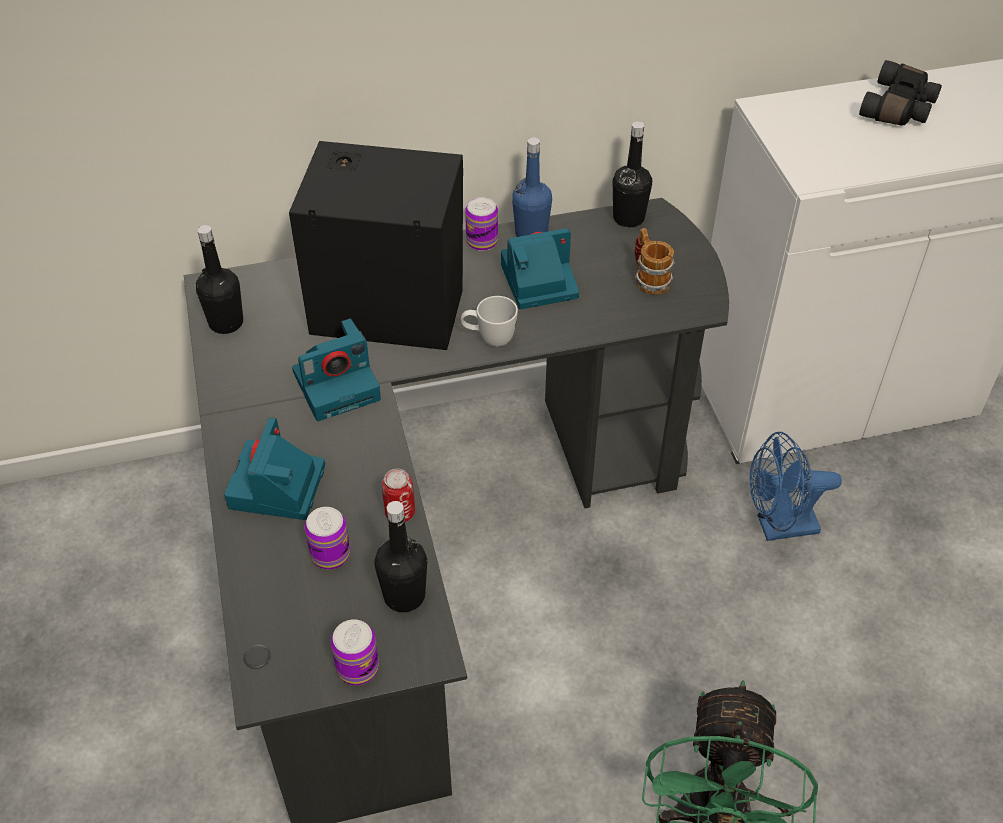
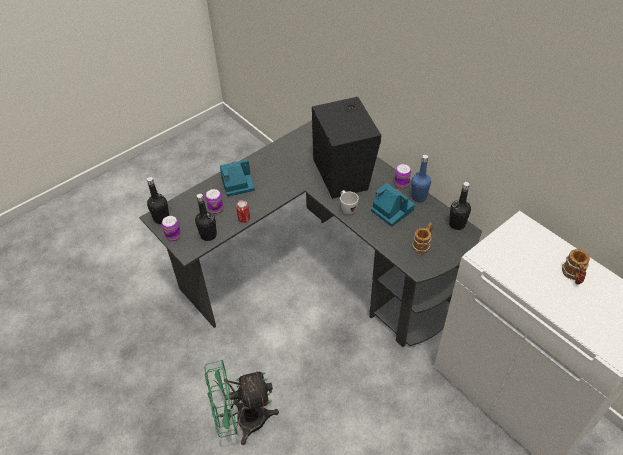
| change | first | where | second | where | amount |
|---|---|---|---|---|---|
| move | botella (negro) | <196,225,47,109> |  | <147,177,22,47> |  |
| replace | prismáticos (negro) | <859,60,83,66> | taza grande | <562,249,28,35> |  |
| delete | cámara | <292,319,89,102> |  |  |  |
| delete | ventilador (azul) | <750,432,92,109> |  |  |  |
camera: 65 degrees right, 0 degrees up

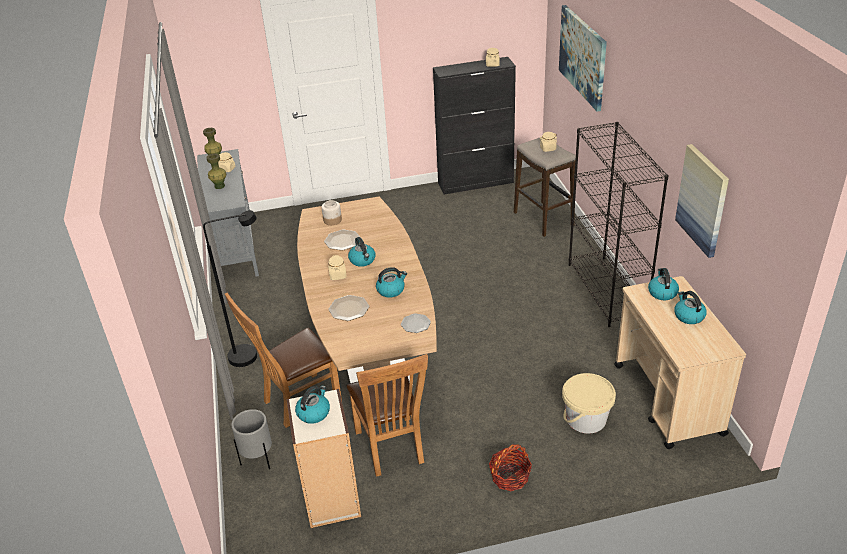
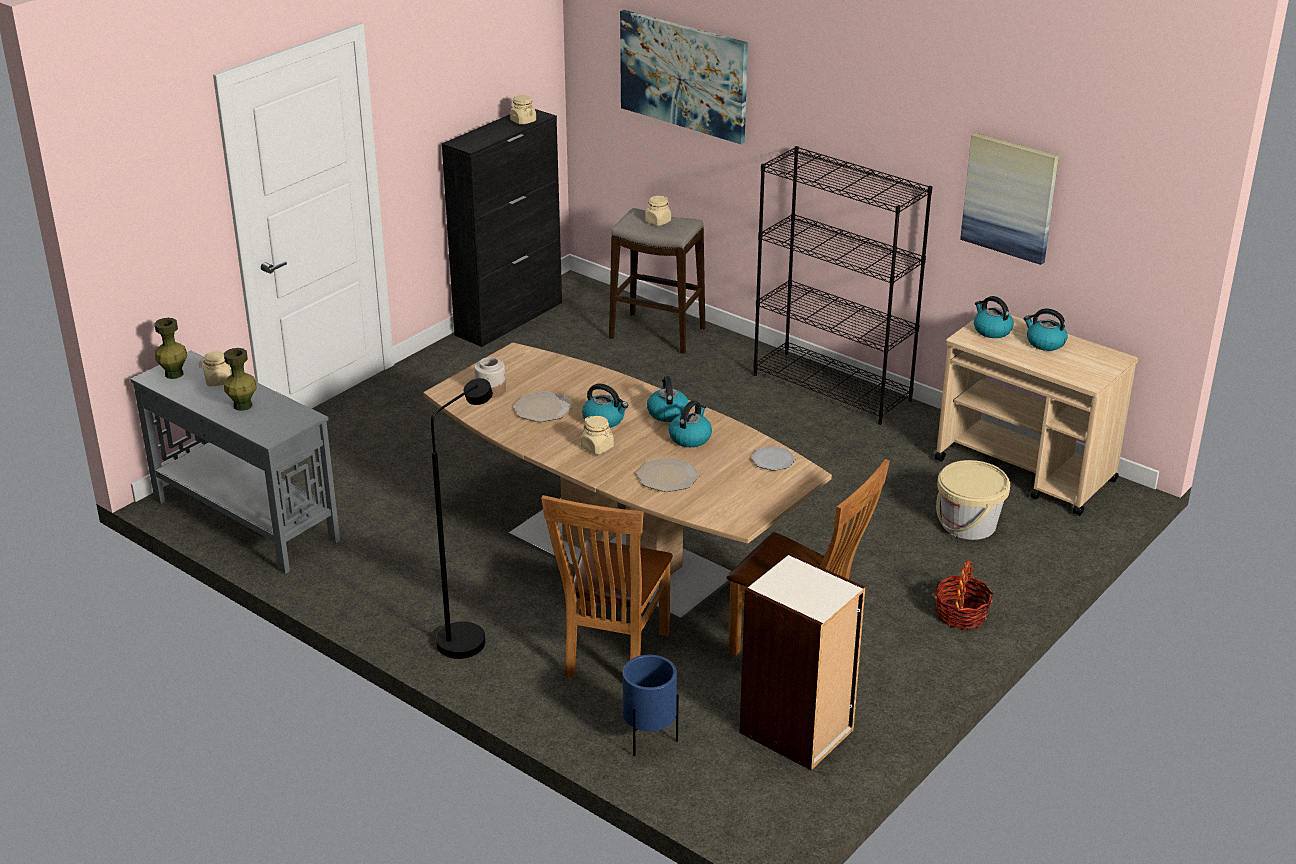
| change | first | where | second | where | amount |
|---|---|---|---|---|---|
| recolor | maceta (gris) | <231,409,41,60> | maceta (azul) | <622,655,57,101> |  |
| move | hervidor | <295,386,35,38> |  | <647,376,42,46> |  |
camera: 40 degrees left, 5 degrees down

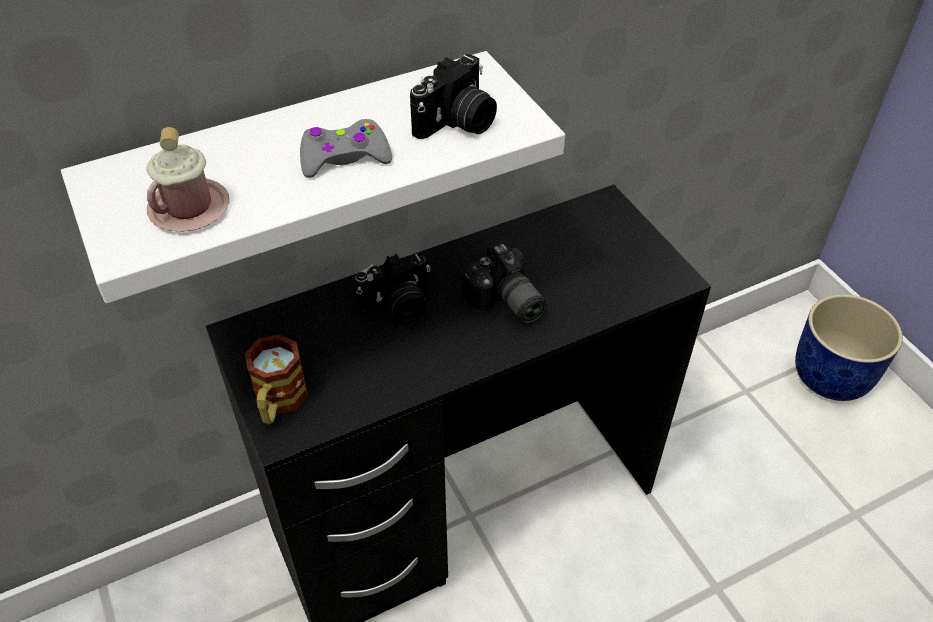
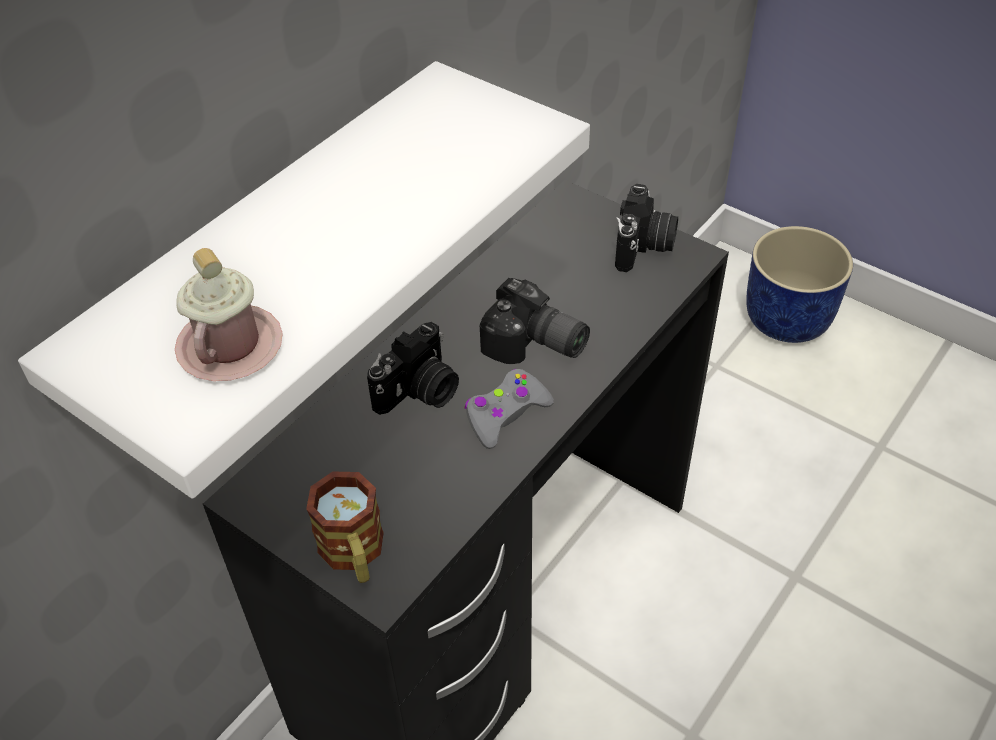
| change | first | where | second | where | amount |
|---|---|---|---|---|---|
| move | mando de consola (gris) | <300,119,92,59> |  | <465,369,89,80> |  |
| move | cámara | <410,54,87,85> |  | <615,184,63,88> |  |
camera: 25 degrees left, 0 degrees up

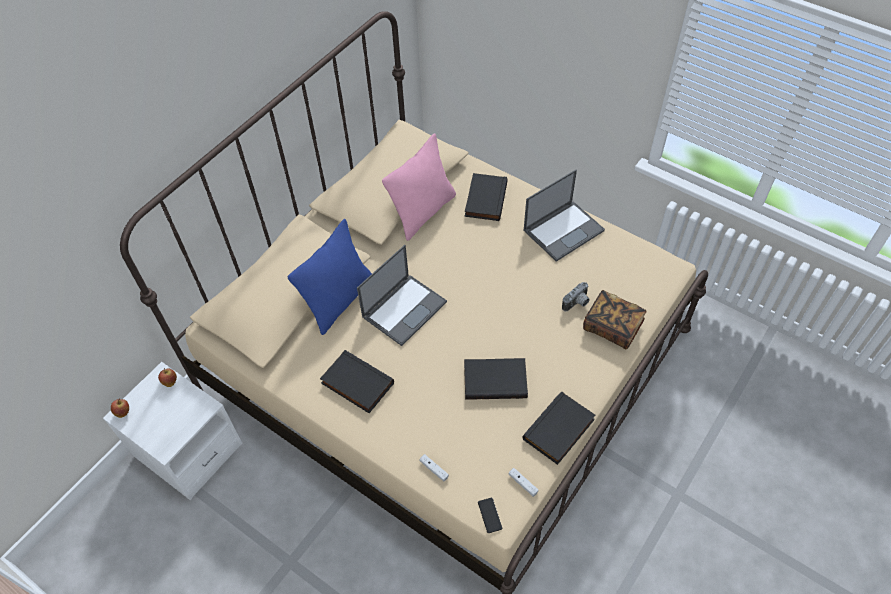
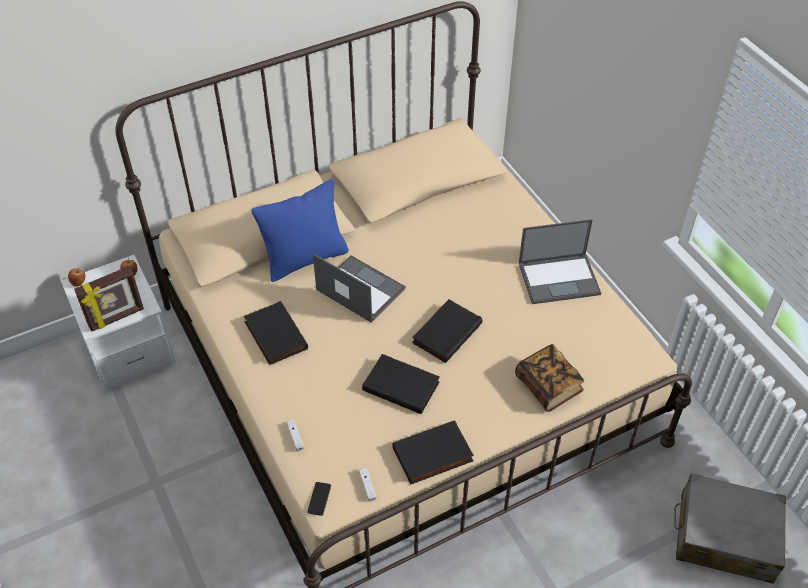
| change | first | where | second | where | amount |
|---|---|---|---|---|---|
| insert |  |  | portarretratos | <74,266,70,66> |  |
| rotate | portátil | <357,245,90,101> |  | <313,253,93,70> | 120 degrees counterclockwise |
| move | libro (negro) | <465,173,43,48> |  | <412,299,71,64> |  |
| insert |  |  | maleta (gris) | <674,473,112,111> |  |
| delete | cojín (rosa) | <382,133,74,108> |  |  |  |
| delete | cámara | <562,282,28,29> |  |  |  |
camera: 25 degrees right, 5 degrees down

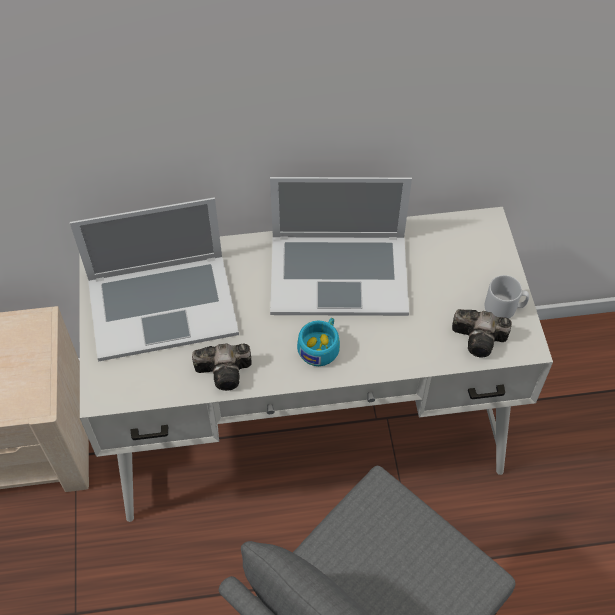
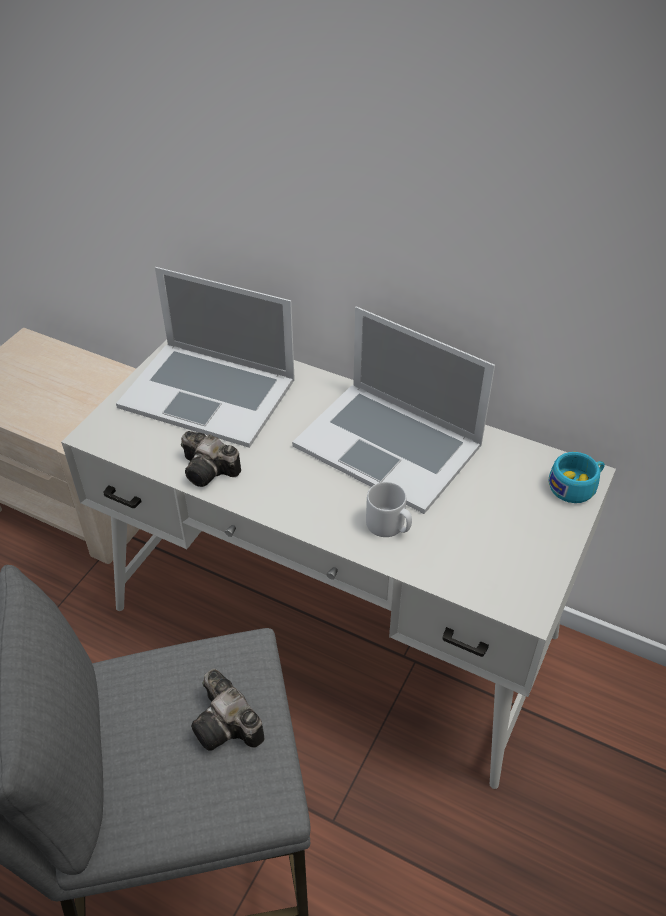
| change | first | where | second | where | amount |
|---|---|---|---|---|---|
| move | cámara | <452,309,60,48> |  | <191,668,73,83> |  |
| move | taza grande (gris) | <485,275,44,44> |  | <366,482,46,55> |  |
| move | taza (turquesa) | <297,318,43,48> |  | <549,452,56,51> |  |
camera: 35 degrees right, 10 degrees down

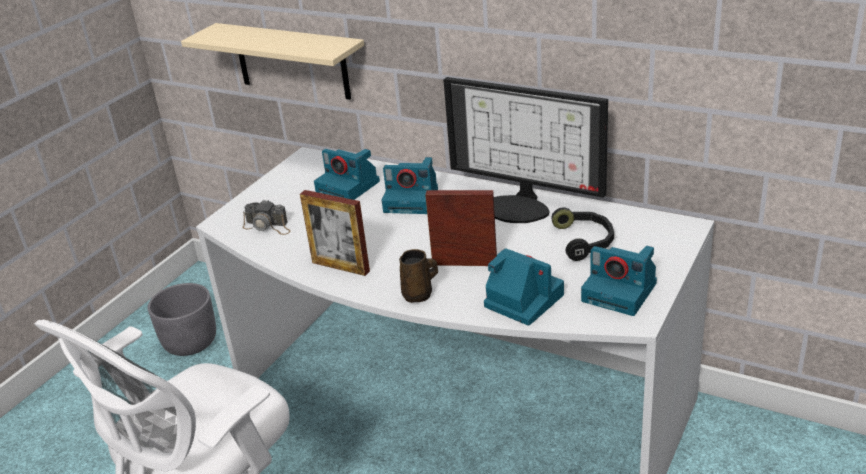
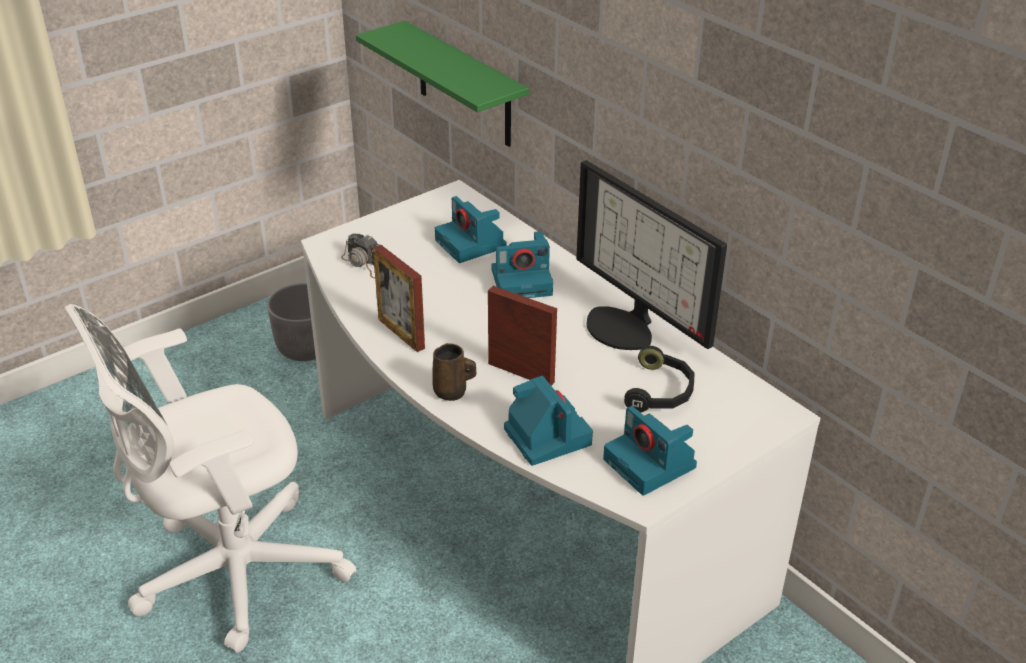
| change | first | where | second | where | amount |
|---|---|---|---|---|---|
| recolor | estante (beis) | <181,23,183,77> | estante (verde) | <356,21,173,126> |  |
| rotate | cámara | <382,157,56,57> |  | <491,231,62,67> | 45 degrees counterclockwise |
camera: 20 degrees right, 5 degrees up

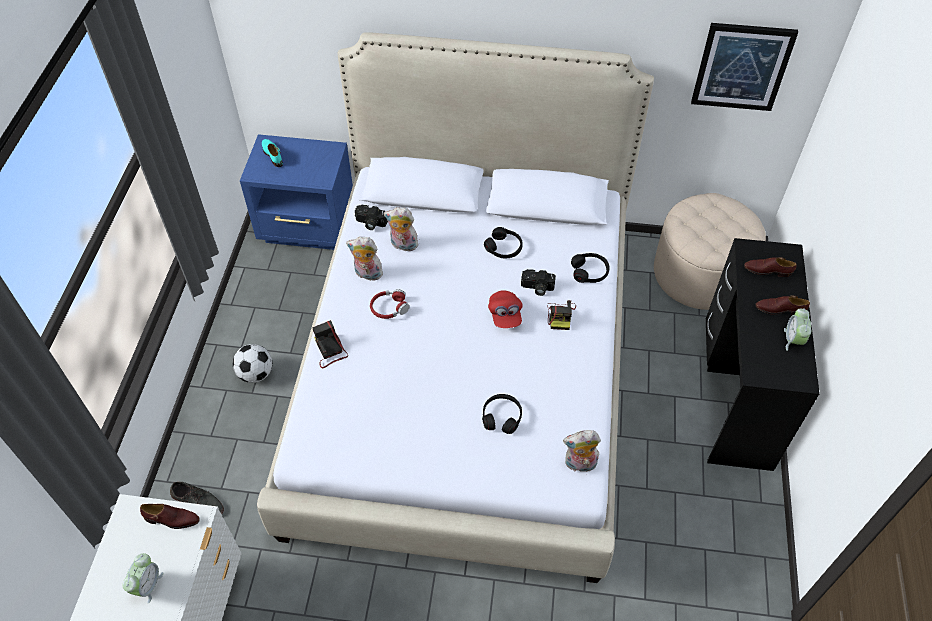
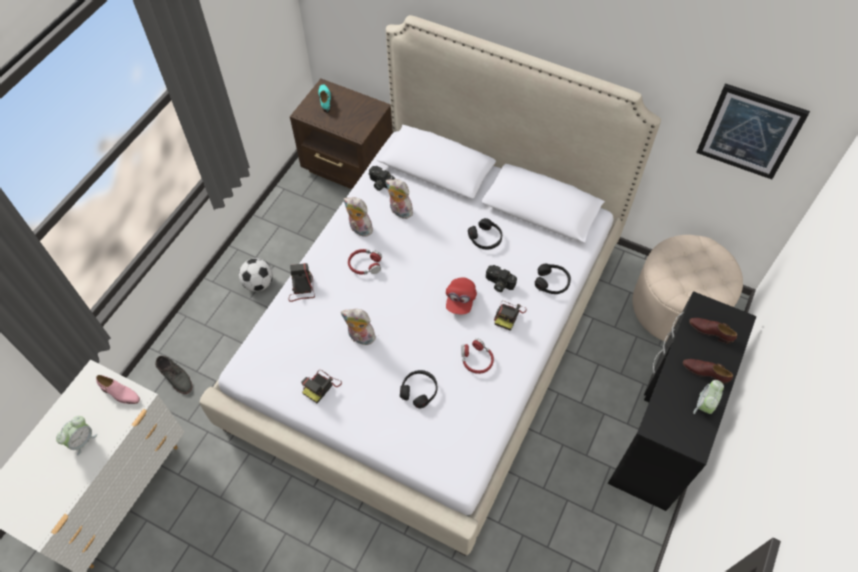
| change | first | where | second | where | amount |
|---|---|---|---|---|---|
| recolor | zapato (marrón) | <140,504,60,25> | zapato (rosa) | <96,375,44,29> |  |
| recolor | mesita de noche (azul) | <240,134,113,116> | mesita de noche (marrón) | <290,79,103,110> |  |
| insert |  |  | cámara | <301,370,41,33> |  |
| move | peluche | <563,430,38,42> |  | <341,309,36,36> |  |
| insert |  |  | auriculares (rojo) | <461,338,33,36> |  |
camera: 20 degrees right, 5 degrees up

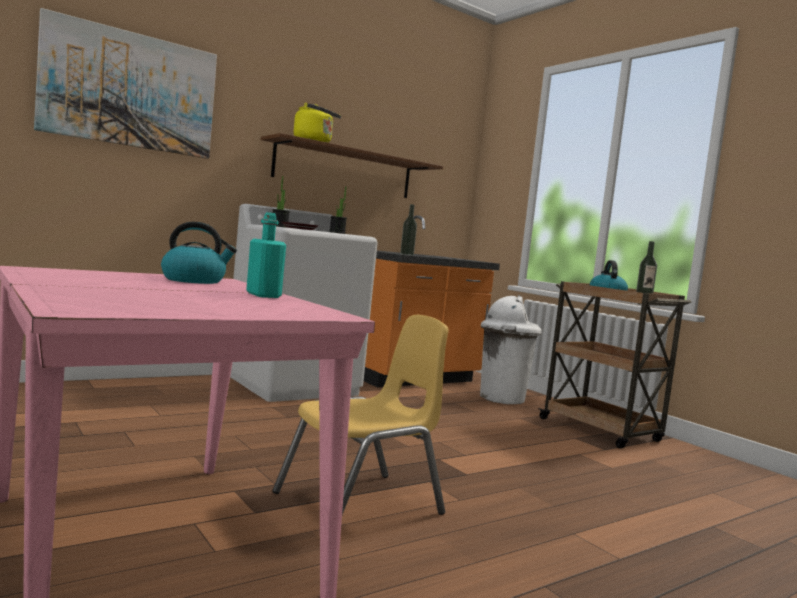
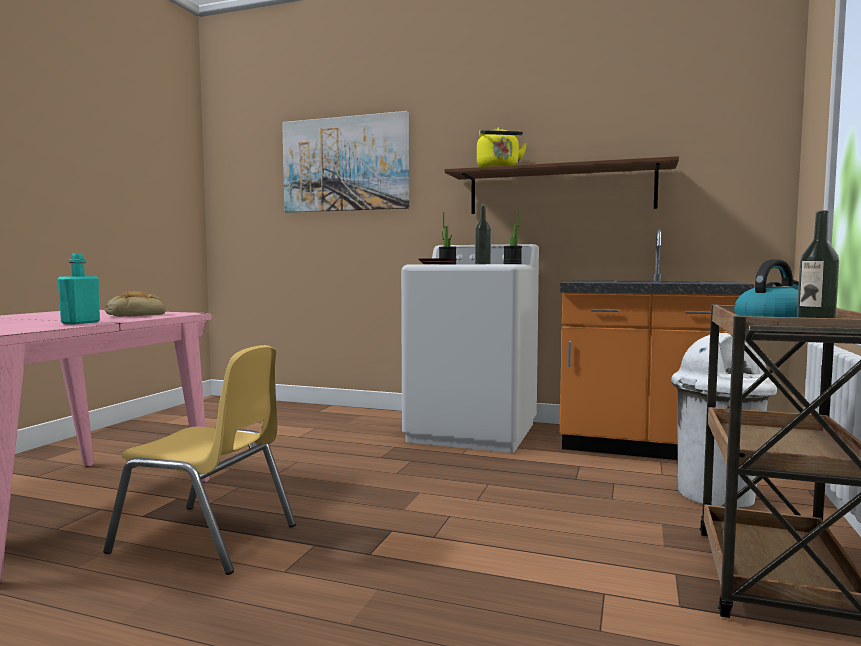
| change | first | where | second | where | amount |
|---|---|---|---|---|---|
| replace | hervidor | <161,222,76,62> | pan | <105,291,61,26> |  |
| move | botella | <400,204,17,51> |  | <475,206,16,58> |  |
camera: 55 degrees right, 0 degrees up

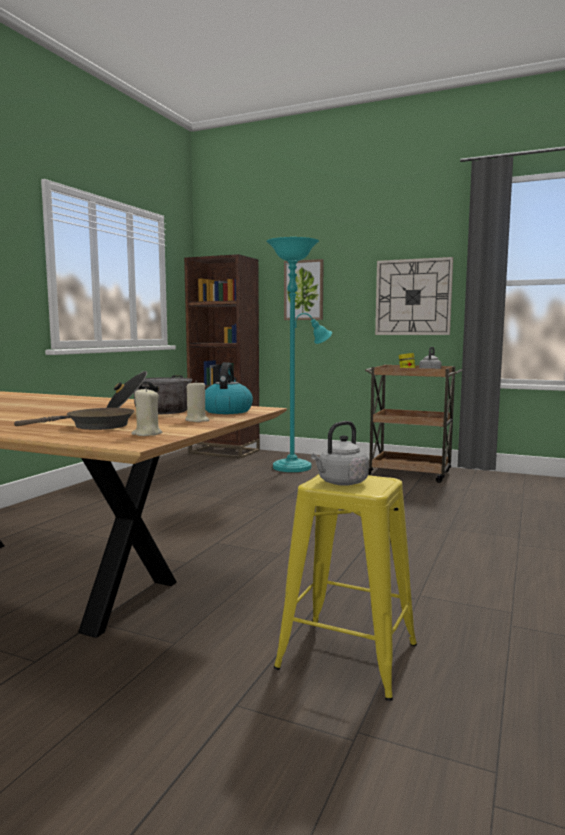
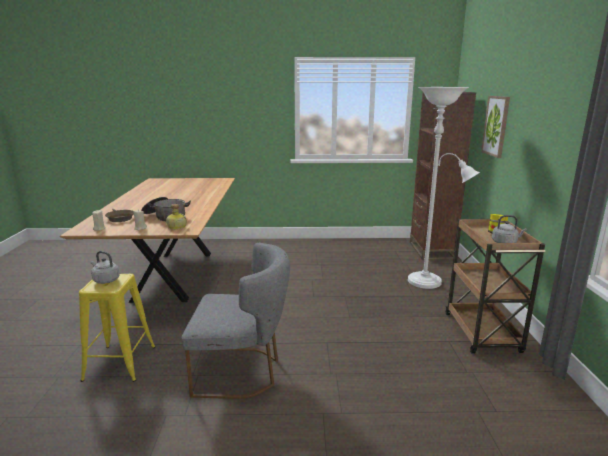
| change | first | where | second | where | amount |
|---|---|---|---|---|---|
| replace | hervidor | <205,363,48,51> | botella | <166,204,21,26> |  |
| insert |  |  | silla (gris) | <182,243,108,156> |  |
| recolor | lámpara de pie (turquesa) | <266,237,66,235> | lámpara de pie (blanco) | <408,87,72,202> |  |
| delete | reloj de pared | <375,257,78,78> |  |  |  |
camera: 65 degrees right, 10 degrees up

